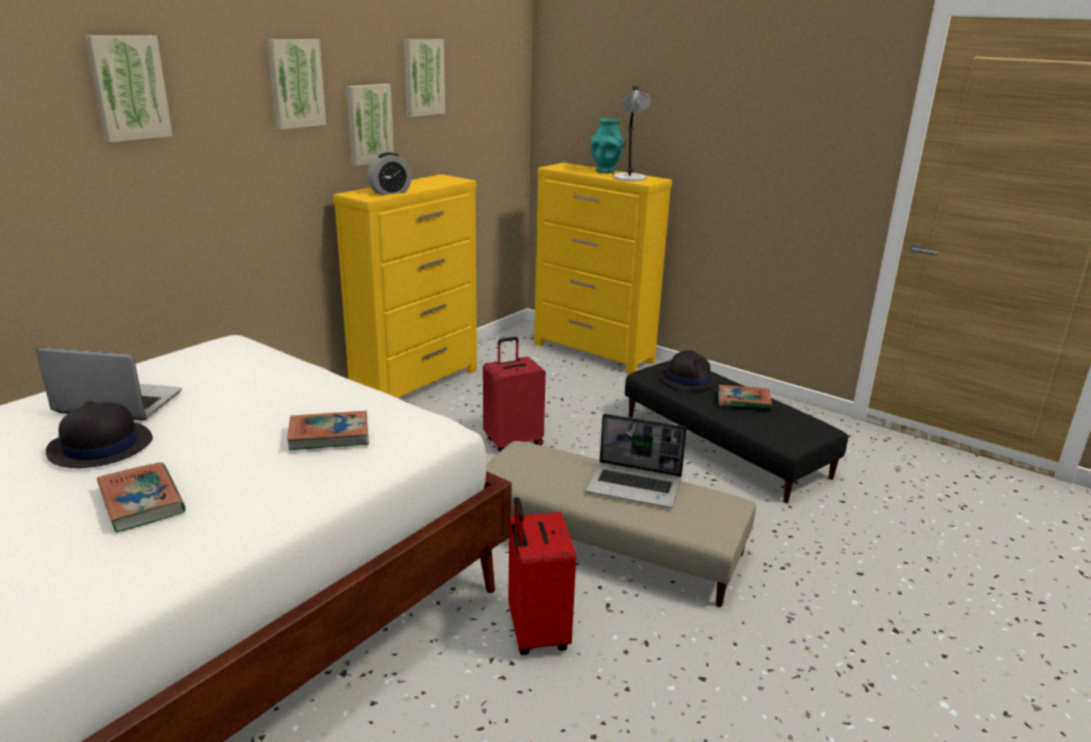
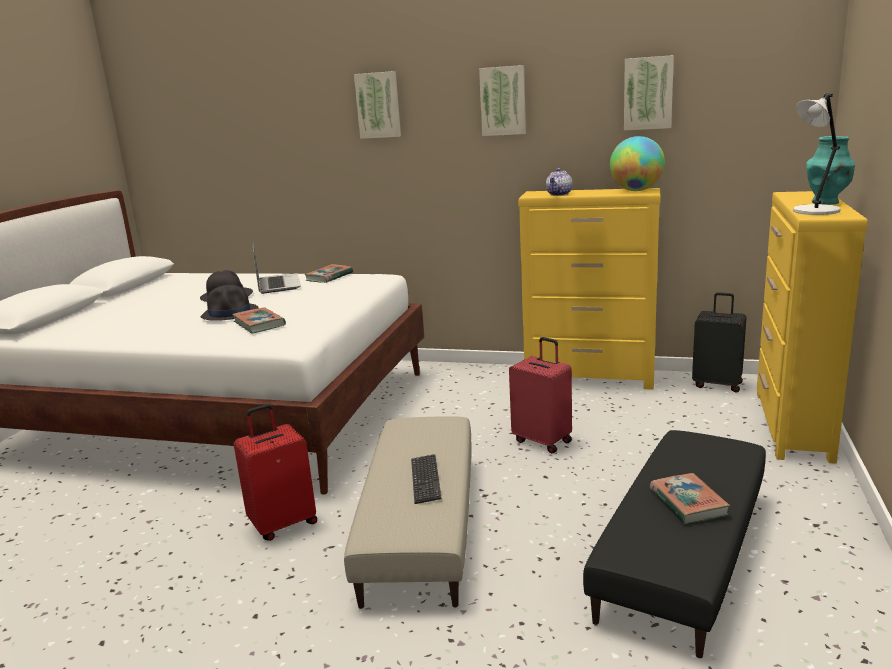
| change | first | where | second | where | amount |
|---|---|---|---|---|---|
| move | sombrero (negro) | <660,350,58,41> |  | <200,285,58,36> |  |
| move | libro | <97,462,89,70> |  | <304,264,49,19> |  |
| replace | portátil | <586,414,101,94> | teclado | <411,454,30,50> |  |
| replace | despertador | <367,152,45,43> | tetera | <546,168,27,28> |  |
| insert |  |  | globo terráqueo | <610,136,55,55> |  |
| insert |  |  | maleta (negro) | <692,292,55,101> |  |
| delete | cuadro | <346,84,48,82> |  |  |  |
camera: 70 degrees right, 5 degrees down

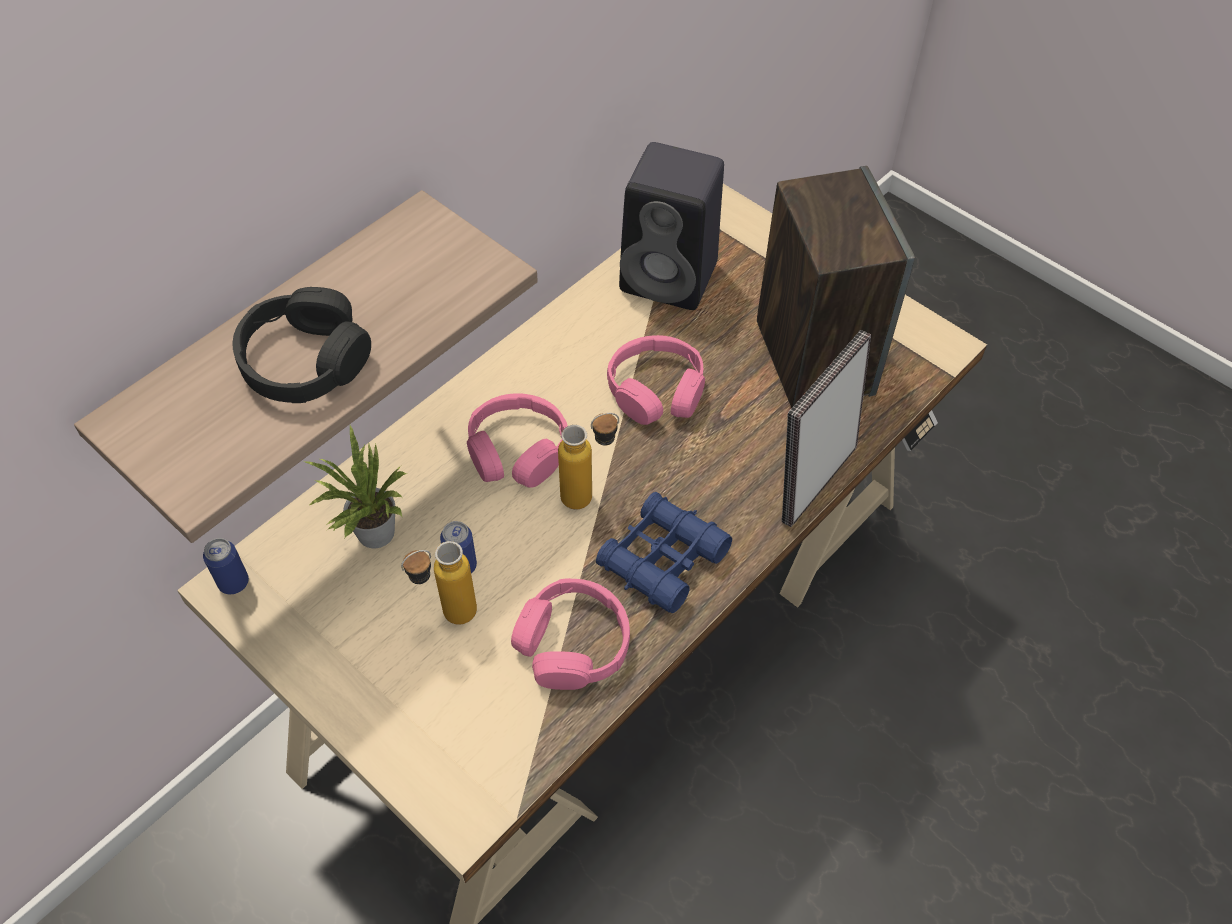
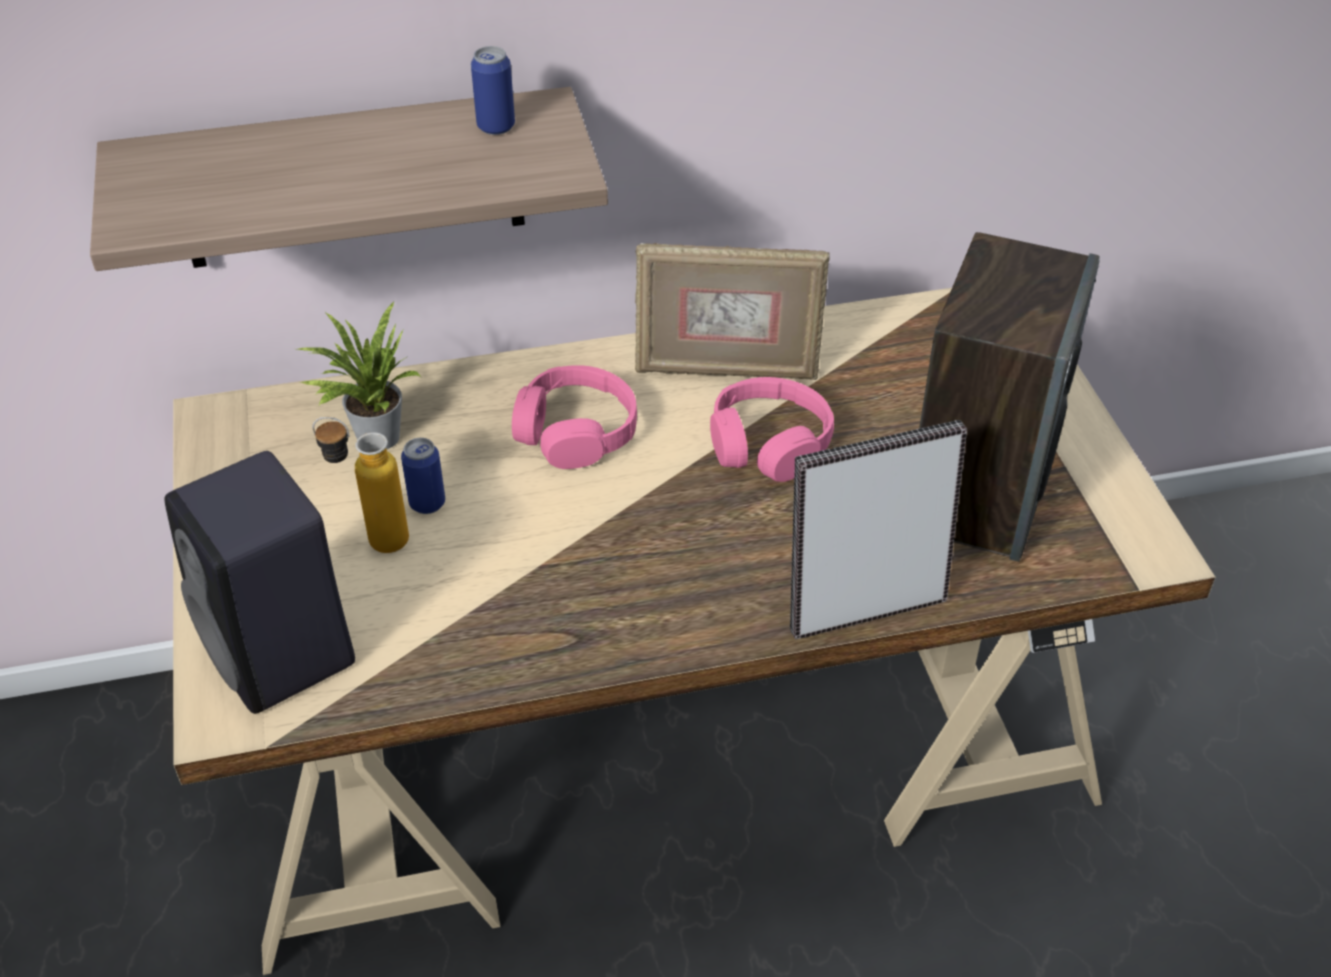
| change | first | where | second | where | amount |
|---|---|---|---|---|---|
| move | altavoz (negro) | <619,142,105,168> |  | <165,451,190,263> |  |
| move | lata | <203,538,46,56> |  | <471,46,44,89> |  |
| insert |  |  | portarretratos | <635,243,195,137> |  |
| delete | auriculares (negro) | <232,287,139,116> |  |  |  |
| delete | auriculares (rosa) | <511,578,119,112> |  |  |  |
| delete | botella | <558,413,61,96> |  |  |  |
| delete | prismáticos (azul) | <596,492,136,121> |  |  |  |
camera: 35 degrees right, 10 degrees down

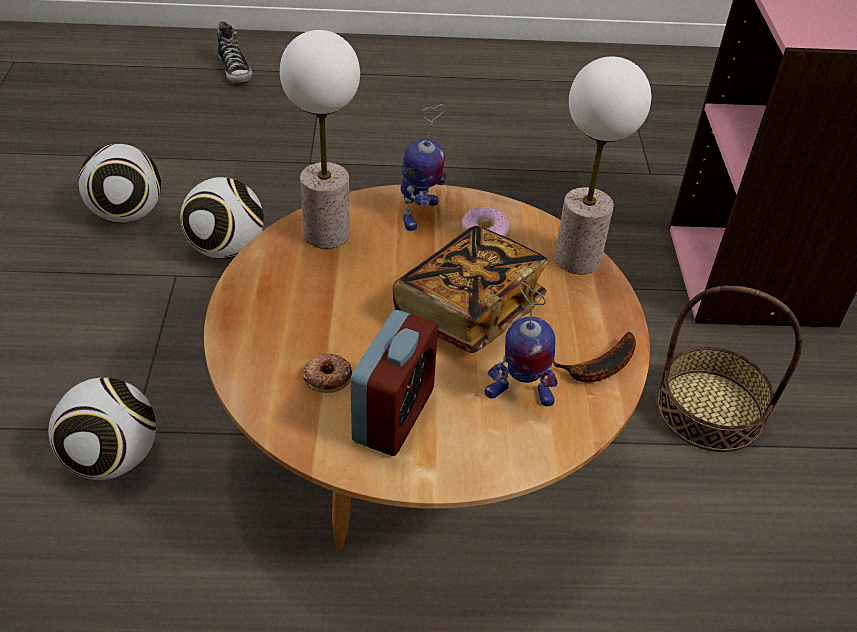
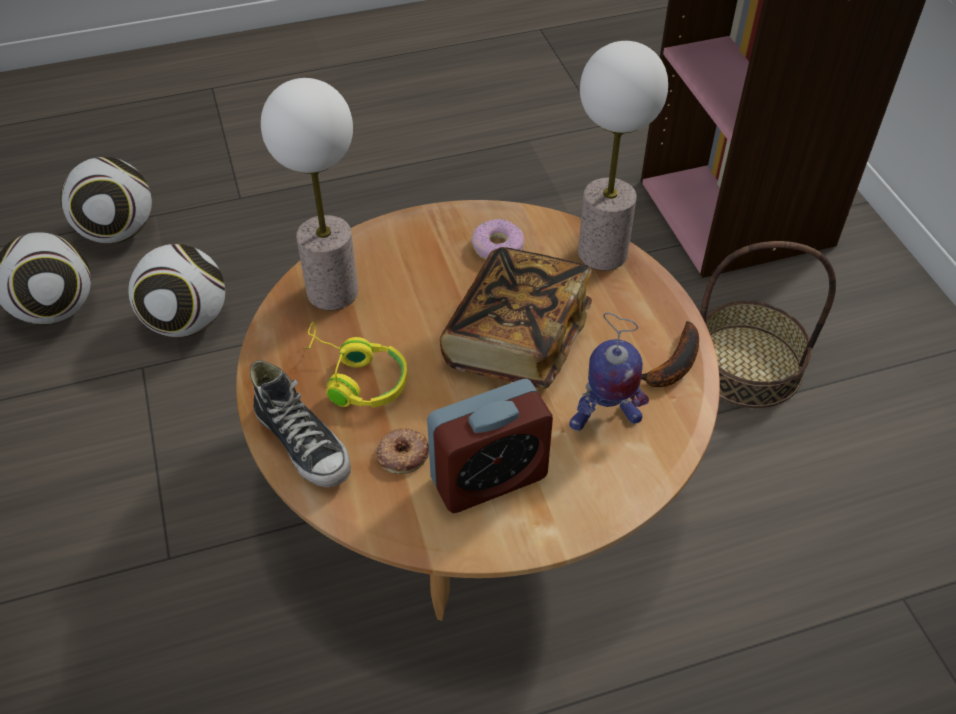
| change | first | where | second | where | amount |
|---|---|---|---|---|---|
| move | balón de fútbol | <48,377,108,103> |  | <61,157,91,86> |  |
| move | zapato | <217,21,35,62> |  | <250,360,101,127> |  |
| insert |  |  | auriculares (amarillo) | <304,322,104,86> |  |
| rotate | despertador | <350,310,88,146> |  | <427,379,126,134> | 60 degrees clockwise |
| delete | robot de juguete | <400,104,46,127> |  |  |  |
camera: 15 degrees left, 5 degrees up

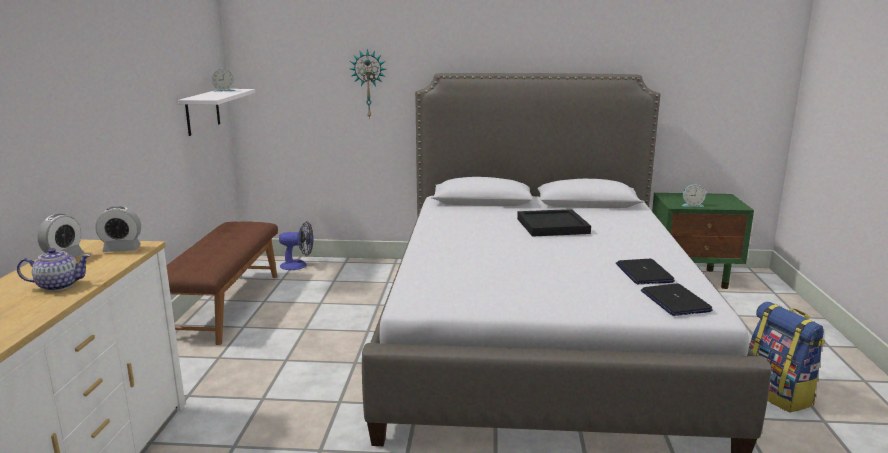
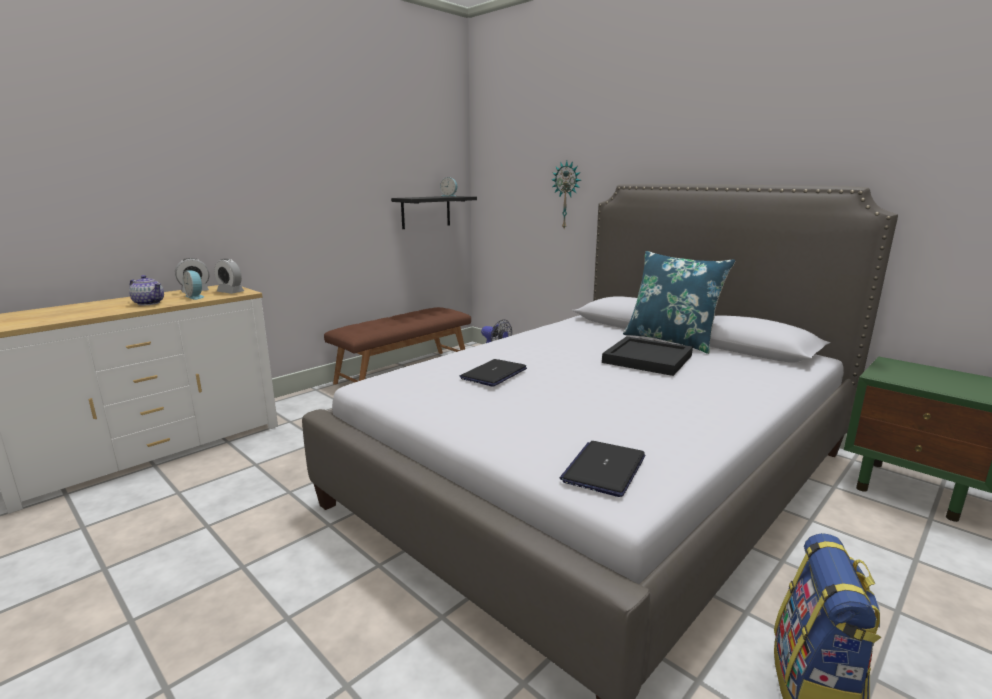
| change | first | where | second | where | amount |
|---|---|---|---|---|---|
| move | despertador | <682,184,24,23> |  | <183,270,21,30> |  |
| recolor | estante (blanco) | <178,89,77,47> | estante (negro) | <391,196,86,33> |  |
| move | portátil | <616,259,59,25> |  | <459,359,68,28> |  |
| insert |  |  | cojín (azul) | <623,251,112,103> |  |
camera: 40 degrees right, 0 degrees up

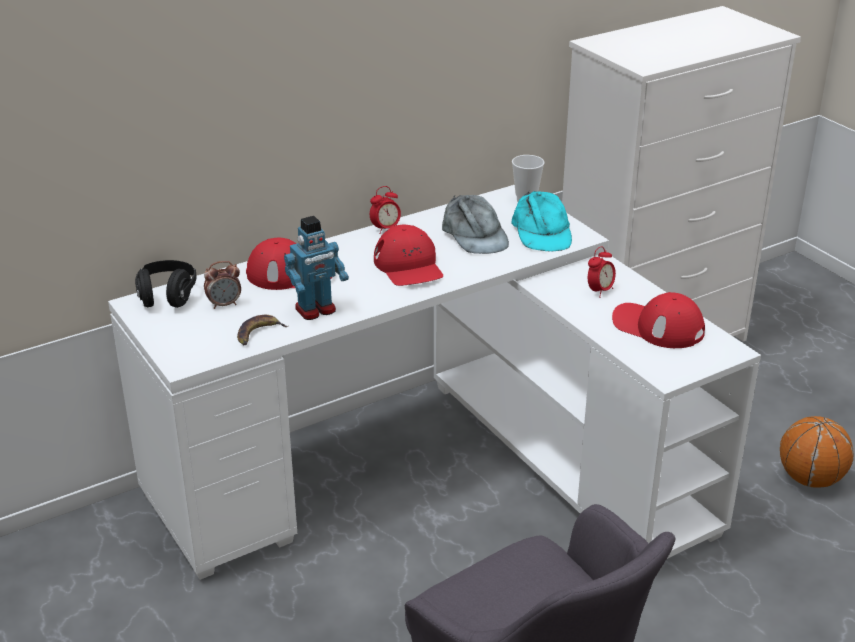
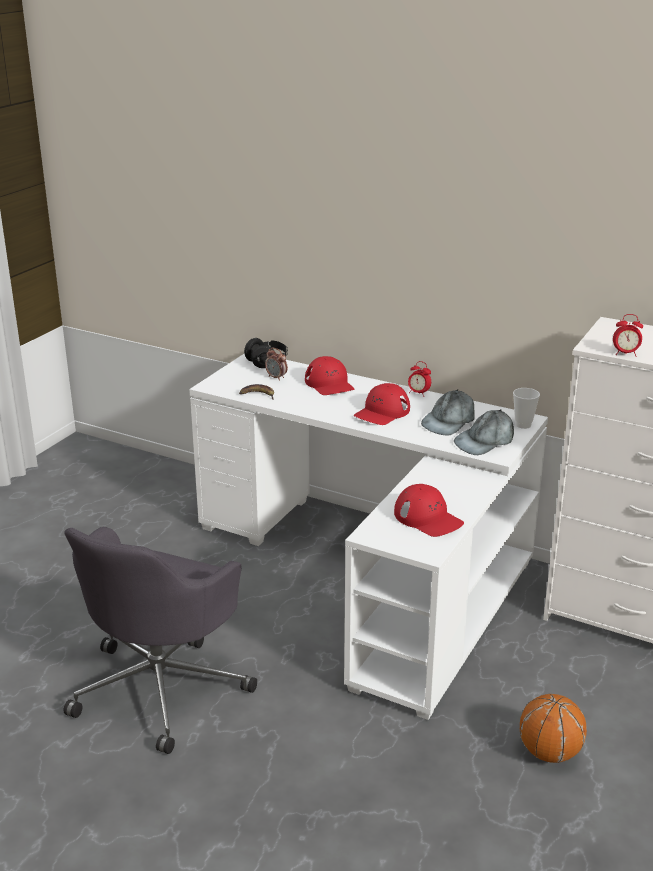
| change | first | where | second | where | amount |
|---|---|---|---|---|---|
| rotate | gorra (rojo) | <612,292,93,56> |  | <394,484,70,53> | 135 degrees clockwise |
| recolor | gorra (turquesa) | <511,190,61,61> | gorra (gris) | <454,410,60,45> |  |
| move | despertador | <588,246,28,52> |  | <613,314,30,43> |  |
| delete | robot de juguete | <284,216,65,104> |  |  |  |
camera: 60 degrees right, 5 degrees down

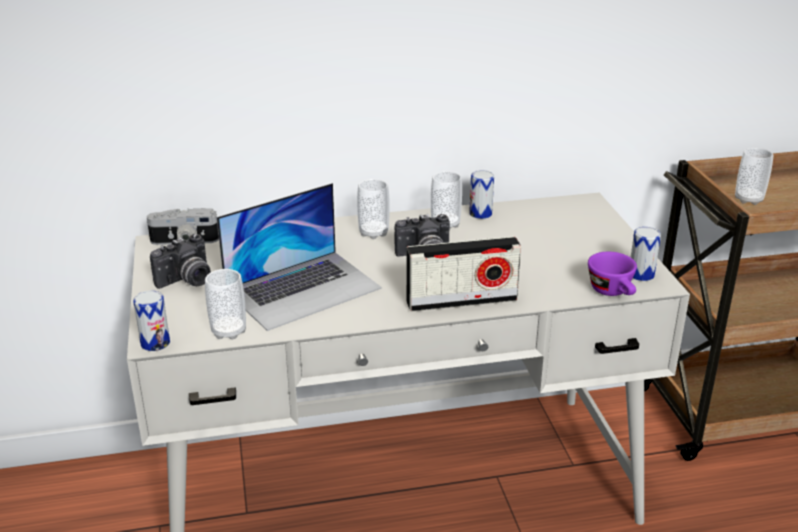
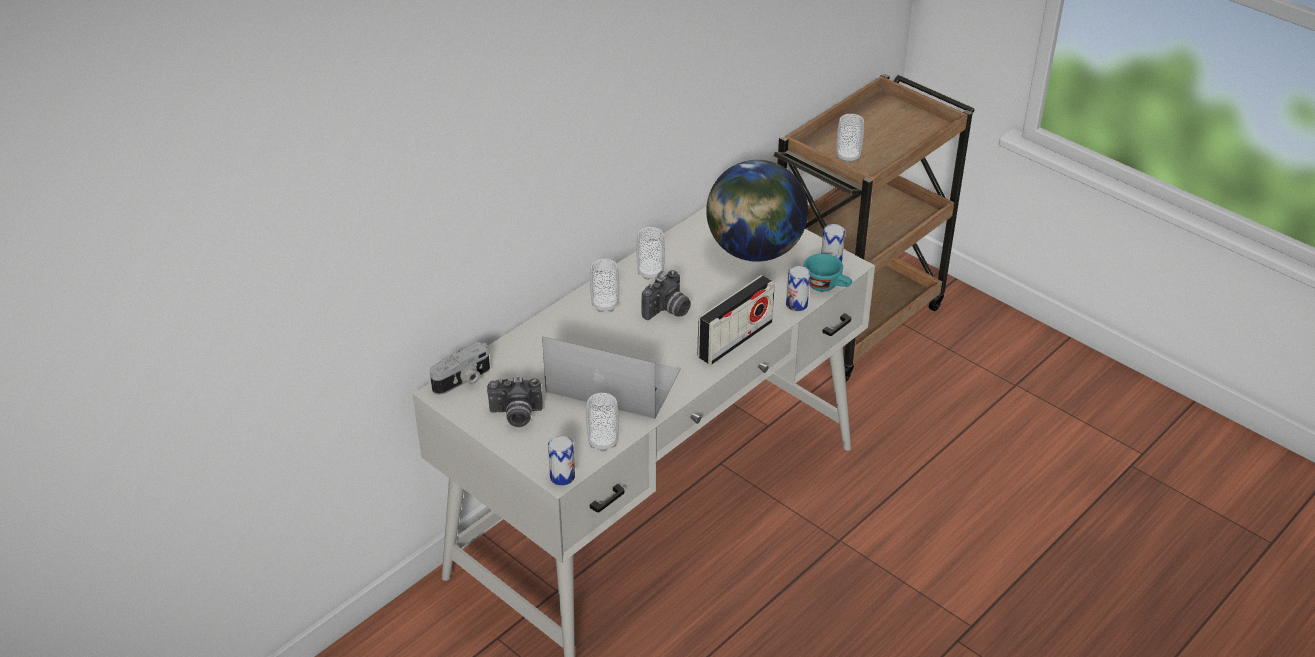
| change | first | where | second | where | amount |
|---|---|---|---|---|---|
| rotate | cámara | <150,234,61,55> |  | <487,377,56,50> | 75 degrees clockwise |
| rotate | portátil | <217,183,165,148> |  | <542,337,139,83> | 90 degrees counterclockwise |
| insert |  |  | globo terráqueo | <706,160,102,102> |  |
| move | lata | <469,170,25,49> |  | <786,266,24,45> |  |
| recolor | taza (morado) | <588,252,49,44> | taza (turquesa) | <804,253,48,39> |  |
camera: 35 degrees left, 10 degrees up

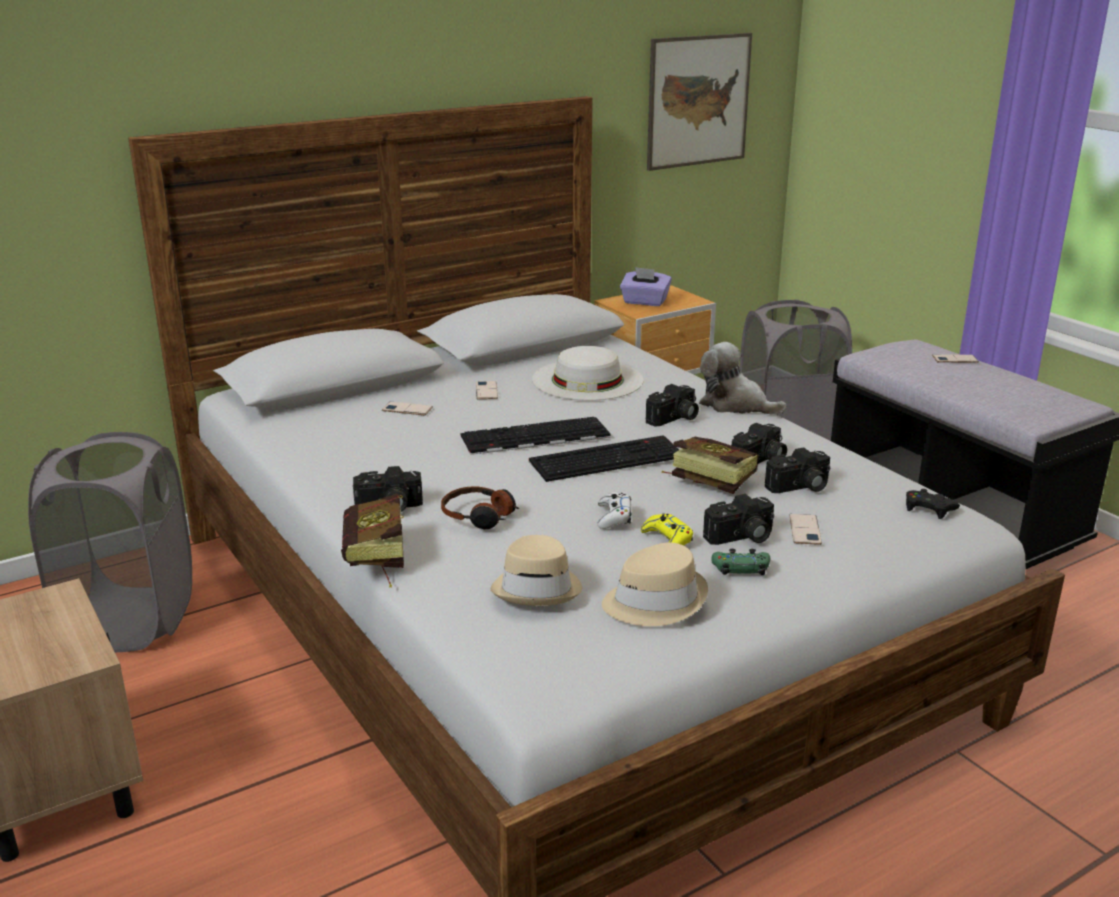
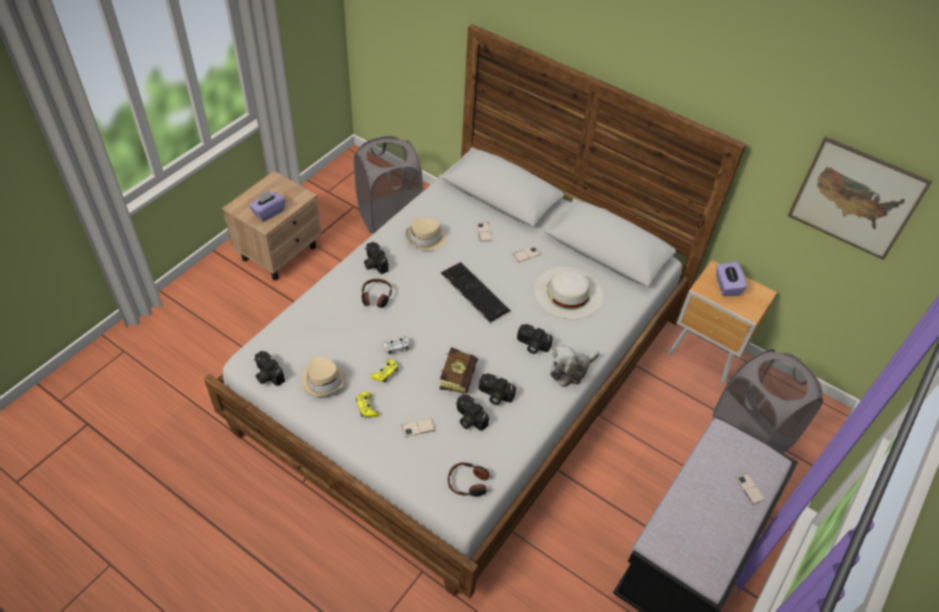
| change | first | where | second | where | amount |
|---|---|---|---|---|---|
| insert |  |  | caja de pañuelos (morado) | <249,190,36,32> |  |
| move | cámara | <703,494,71,51> |  | <254,351,31,35> |  |
| recolor | mando de consola (verde) | <711,548,59,27> | mando de consola (amarillo) | <356,392,23,25> |  |
| move | sombrero (beis) | <491,535,91,71> |  | <406,218,41,33> |  |
| replace | mando de consola (negro) | <906,489,54,30> | auriculares | <448,462,45,35> |  |
| rotate | peluche | <699,342,87,73> |  | <550,344,50,43> | 135 degrees counterclockwise |
| delete | libro | <341,493,63,94> |  |  |  |
| delete | teclado | <529,435,150,47> |  |  |  |
camera: 65 degrees right, 25 degrees up

